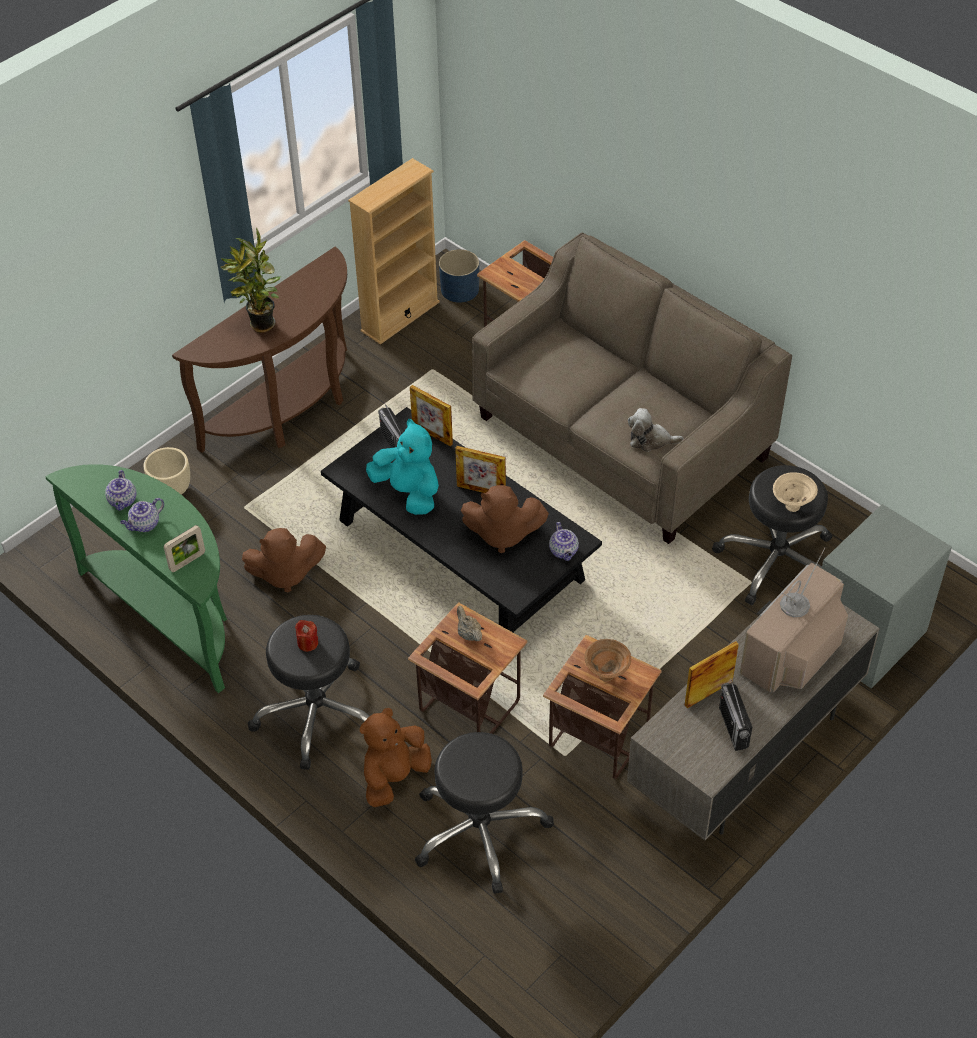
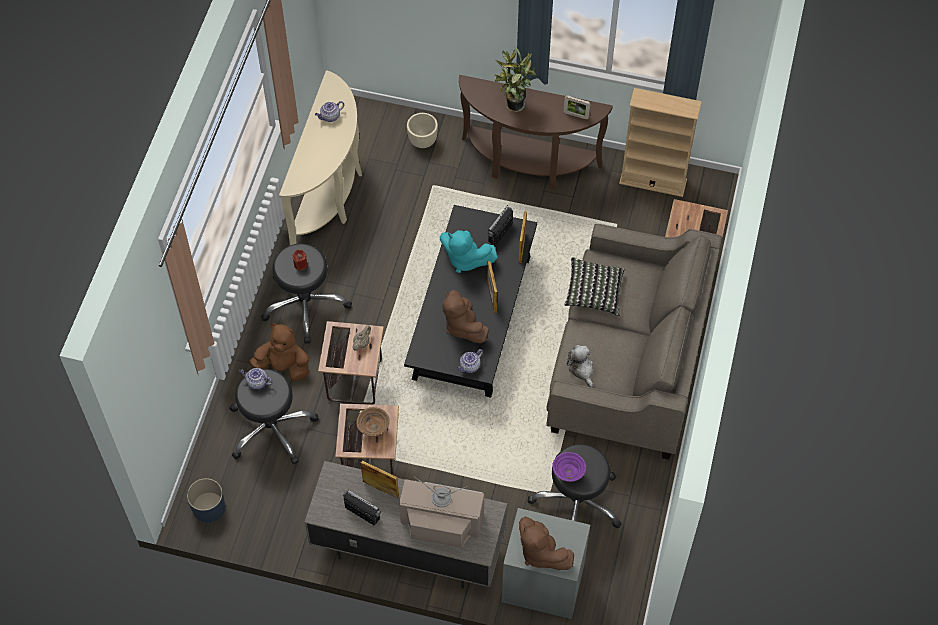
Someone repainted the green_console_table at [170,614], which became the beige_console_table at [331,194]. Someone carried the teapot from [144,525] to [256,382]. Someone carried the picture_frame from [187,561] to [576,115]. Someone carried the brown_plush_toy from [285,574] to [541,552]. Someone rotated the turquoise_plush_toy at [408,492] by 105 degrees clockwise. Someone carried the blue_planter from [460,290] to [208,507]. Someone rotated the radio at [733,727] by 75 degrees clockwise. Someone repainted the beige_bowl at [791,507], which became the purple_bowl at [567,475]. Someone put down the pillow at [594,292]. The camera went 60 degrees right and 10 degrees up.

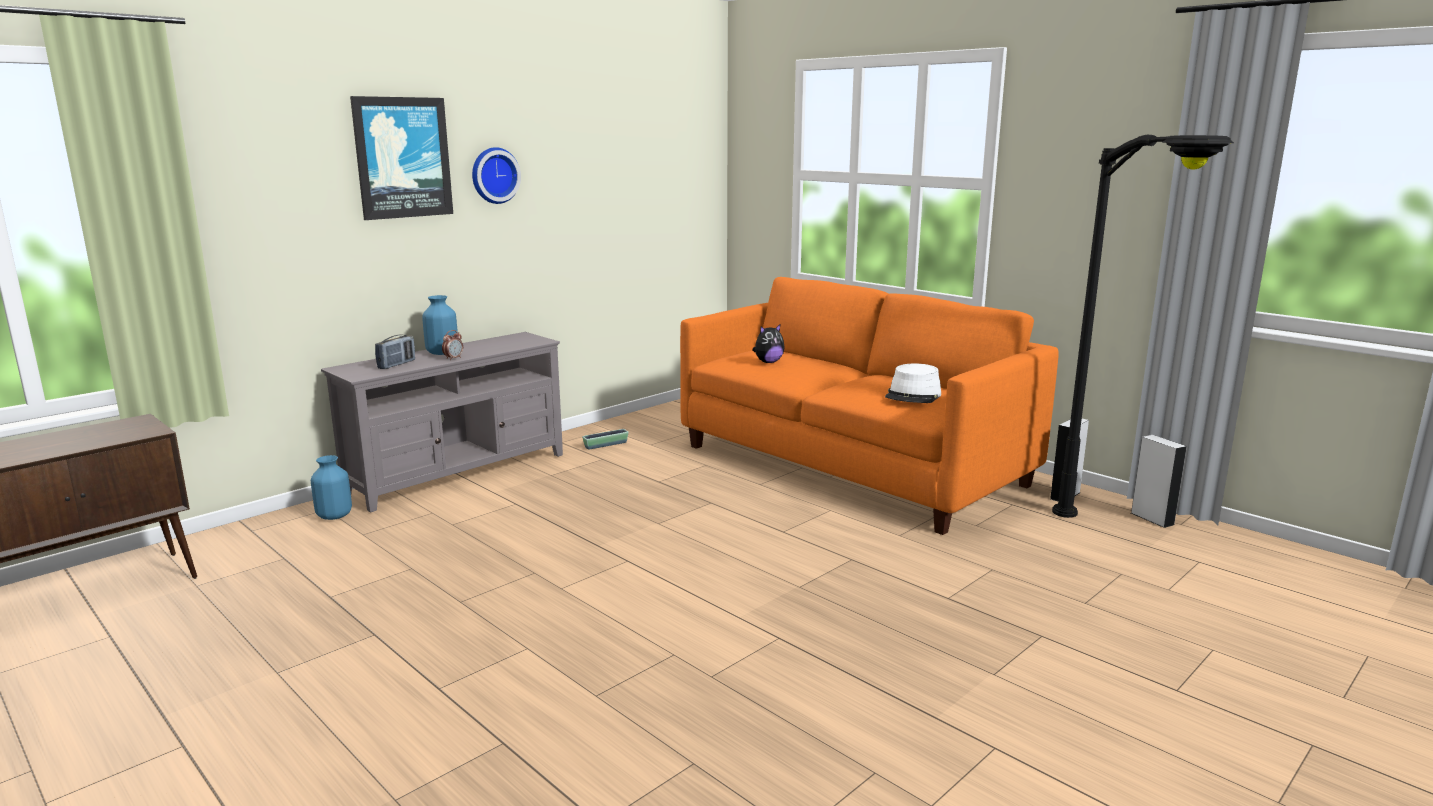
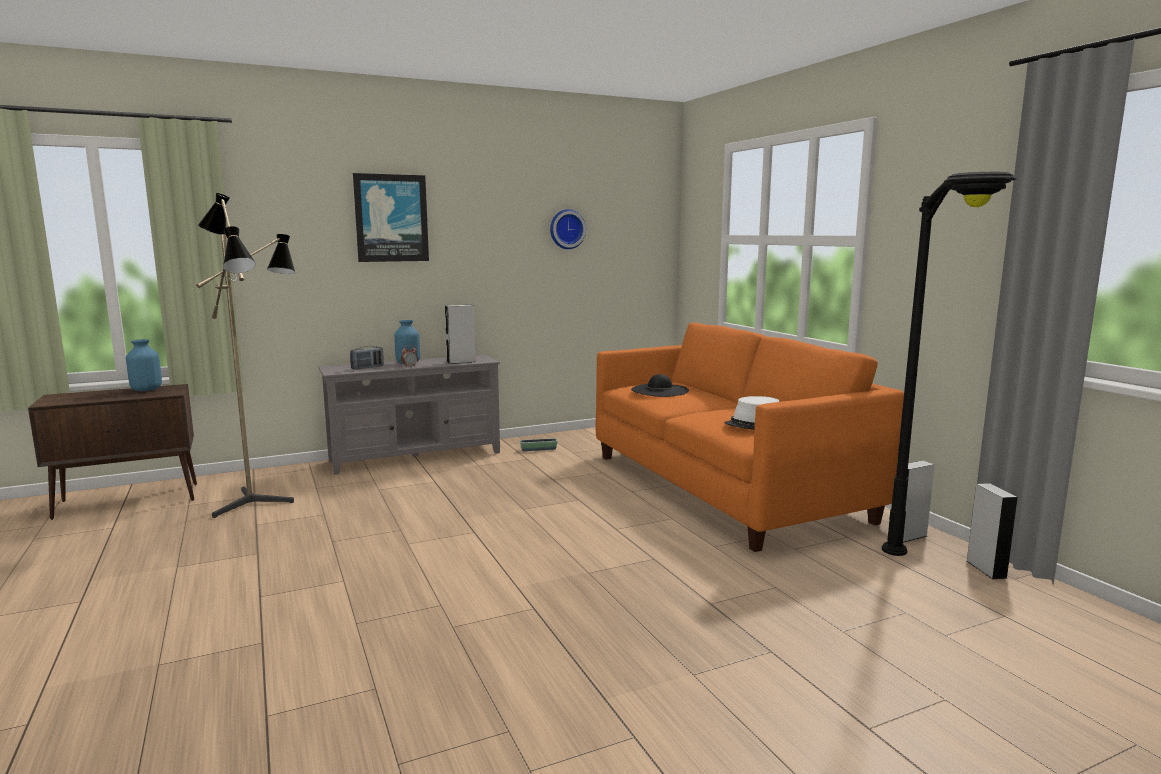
Someone carried the blue_vase from [334,515] to [147,389]. Someone carried the wall_clock from [494,175] to [566,229]. Someone swapped the plush_toy at [768,362] for the black_hat at [660,390]. Someone put down the floor_lamp at [260,501]. Someone put down the grey_speaker at [461,362]. The camera went 20 degrees right and 5 degrees down.

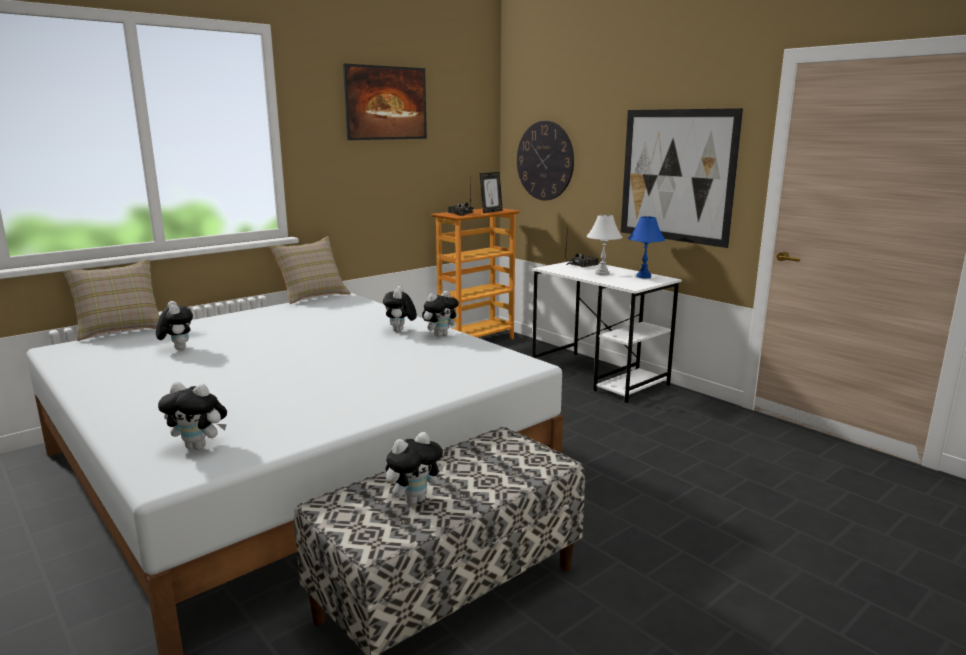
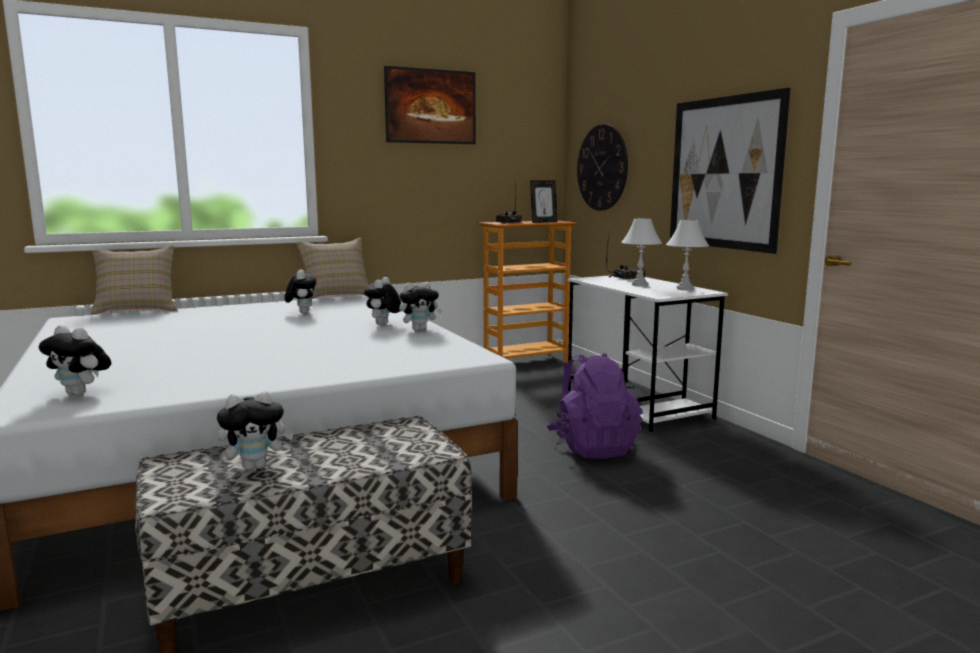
Someone carried the plush_toy from [177,349] to [302,313]. Someone repainted the blue_table_lamp at [643,276], which became the white_table_lamp at [684,289]. Someone put down the purple_backpack at [593,447]. The camera went 15 degrees right and 5 degrees down.

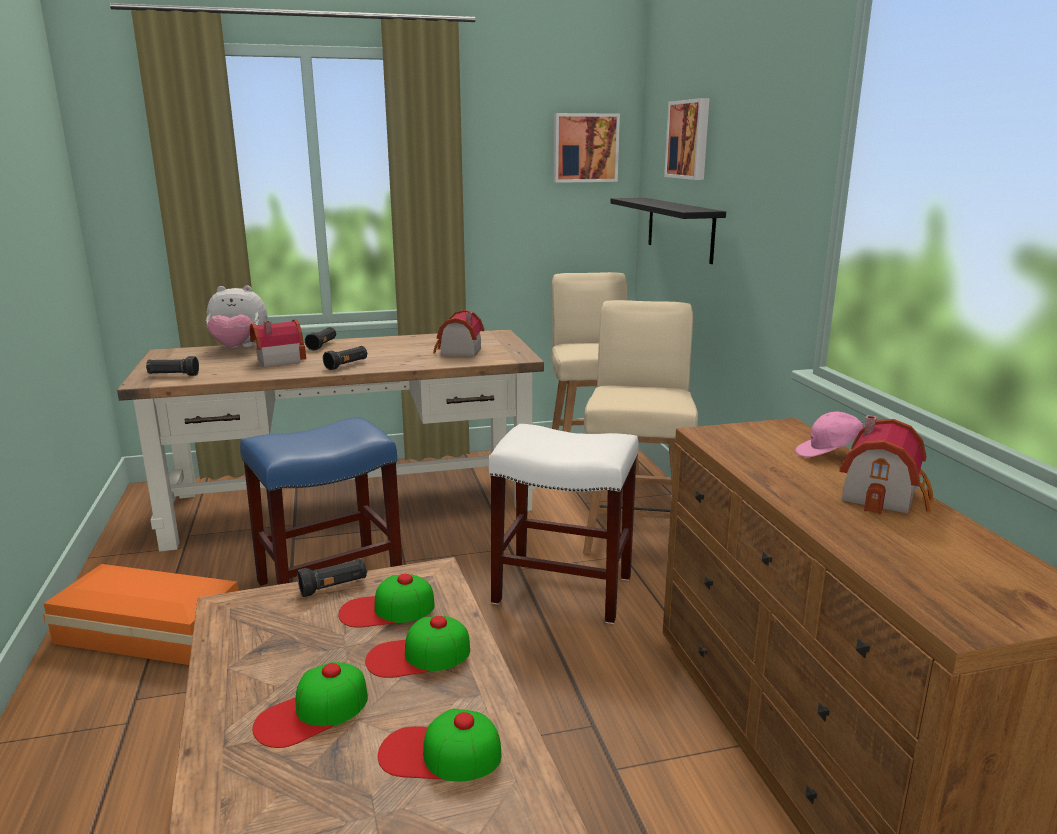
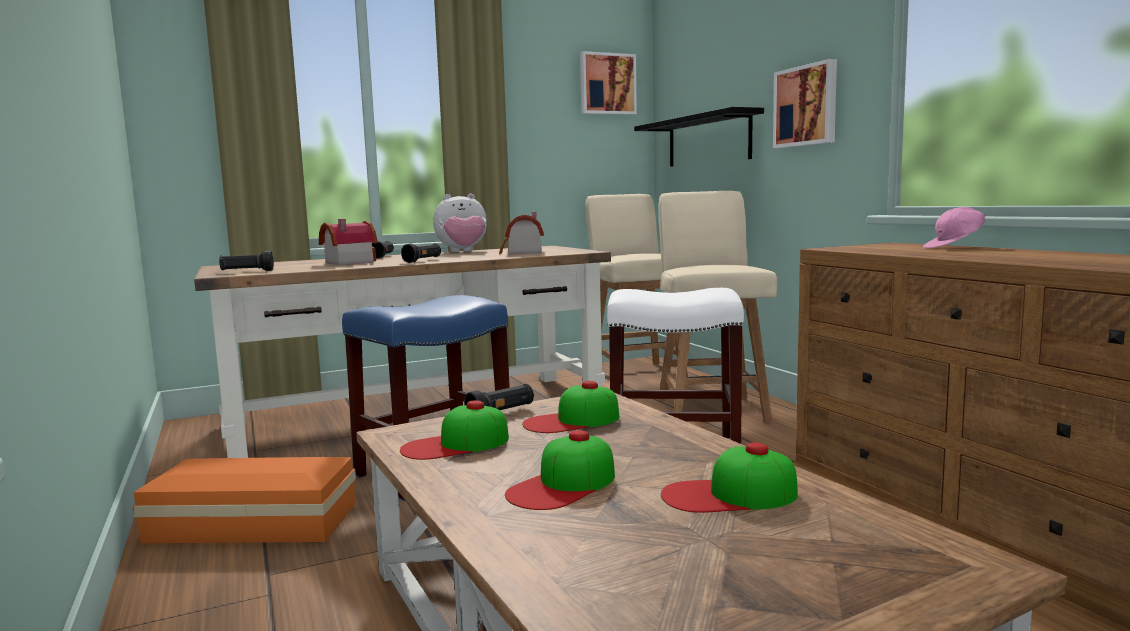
Someone carried the plush_toy from [239,348] to [462,251]. Someone carried the cap from [418,656] to [455,444]. Someone carried the picture from [689,139] to [806,106]. Someone took away the toy_house at [884,495]. The camera went 10 degrees left and 10 degrees down.

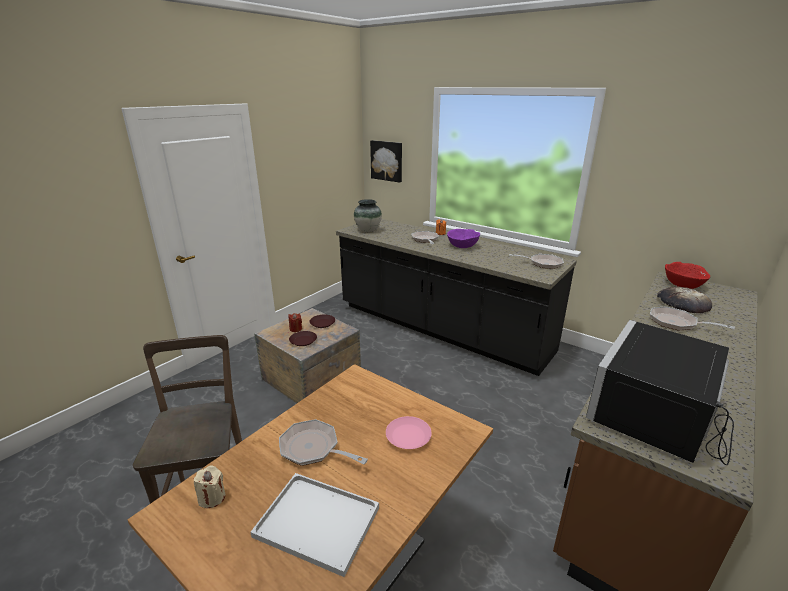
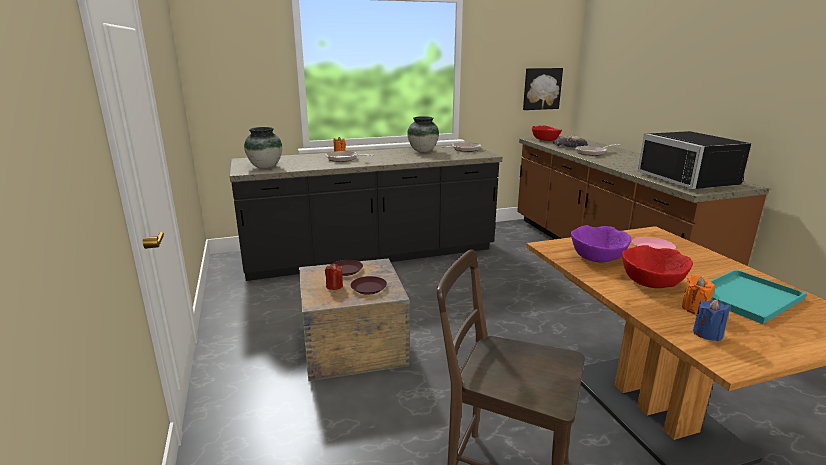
Someone repainted the beige_candle at [212,497], which became the blue_candle at [707,334]. Someone repainted the white_tray at [314,522], which became the turquoise_tray at [747,298]. Someone swapped the frying_pan at [313,449] for the red_bowl at [652,281]. Someone carried the picture from [387,161] to [541,88]. Someone carried the purple_bowl from [462,246] to [597,257]. Someone put down the vase at [423,151]. Someone put down the orange_candle at [694,308]. The camera went 55 degrees left and 5 degrees down.

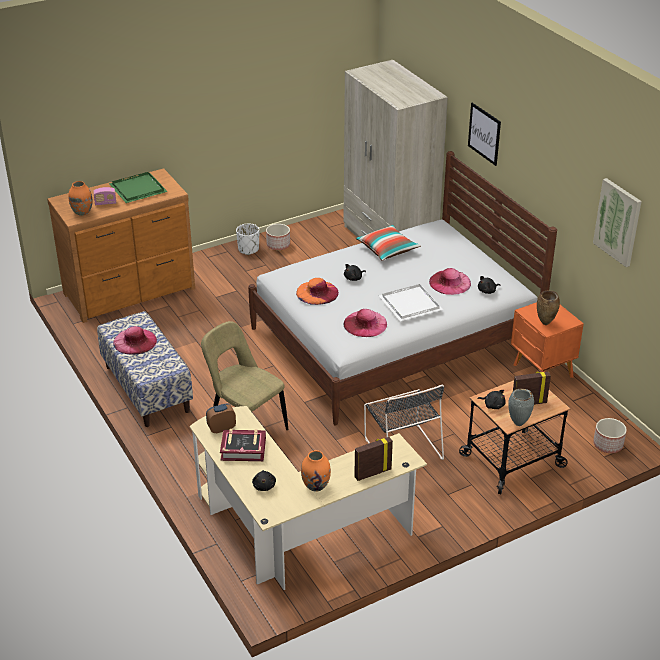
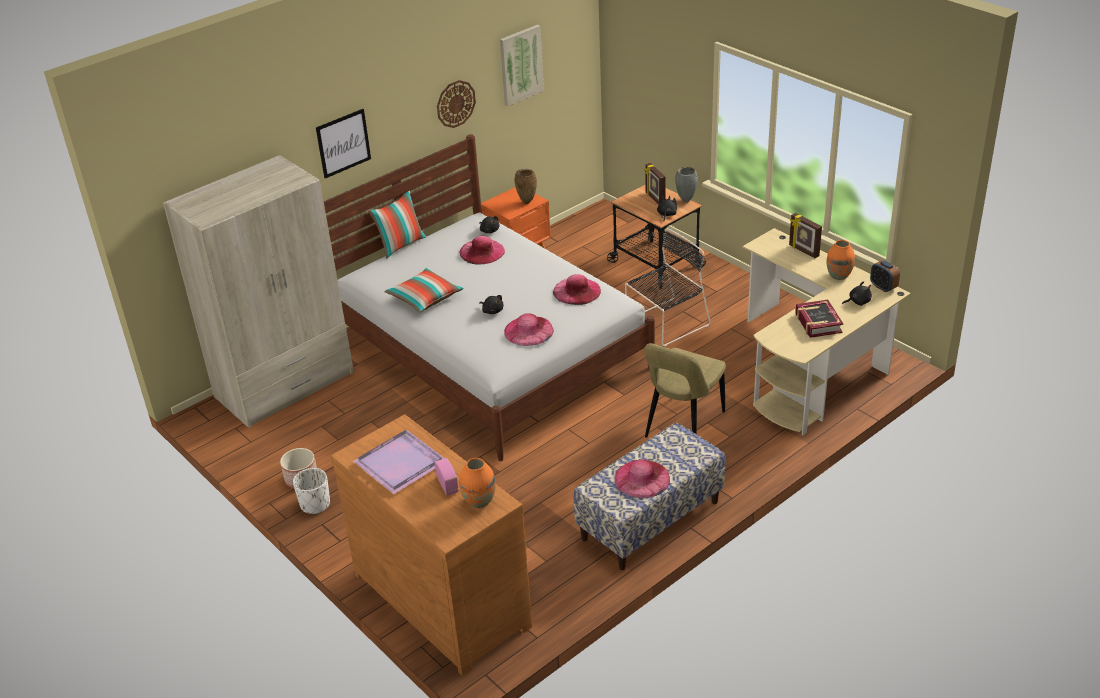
Someone repainted the green_tray at [139,189], which became the purple_tray at [400,462]. Someone carried the alarm_clock from [221,428] to [883,287]. Someone repainted the orange_hat at [317,292], which became the pink_hat at [528,331]. Someone took away the white_tray at [411,304]. Someone took away the planter at [607,444]. Someone put down the pillow at [401,245]. Someone put up the wall_clock at [455,103]. The camera went 100 degrees left and 0 degrees up.

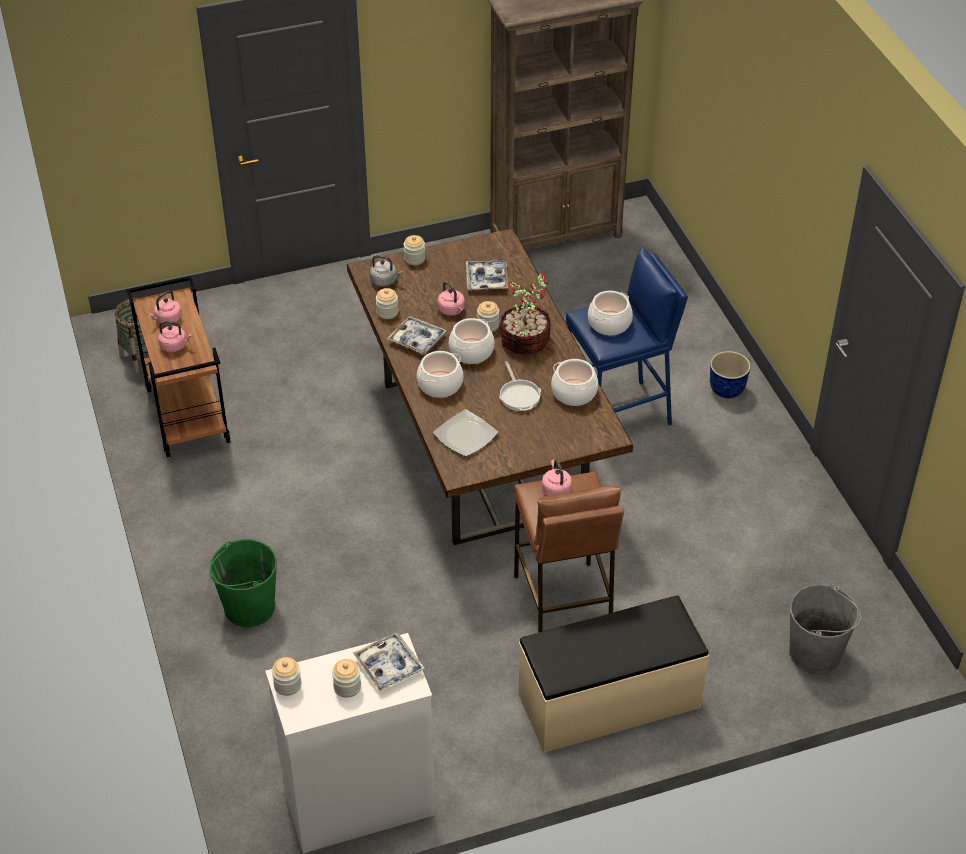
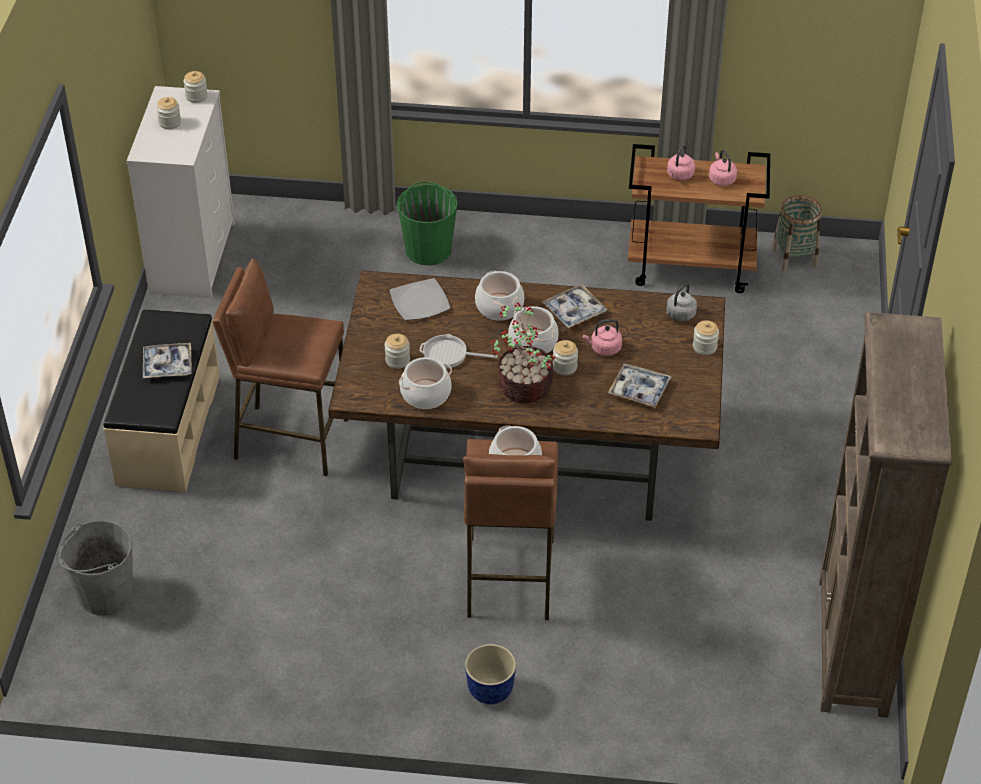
Someone carried the tray from [389,666] to [167,365]. Someone carried the jar from [387,312] to [397,360]. Someone took away the pink_kettle at [556,489]. Someone repainted the blue_stool at [618,414], which became the brown_stool at [509,578]. The camera went 115 degrees right and 0 degrees up.

